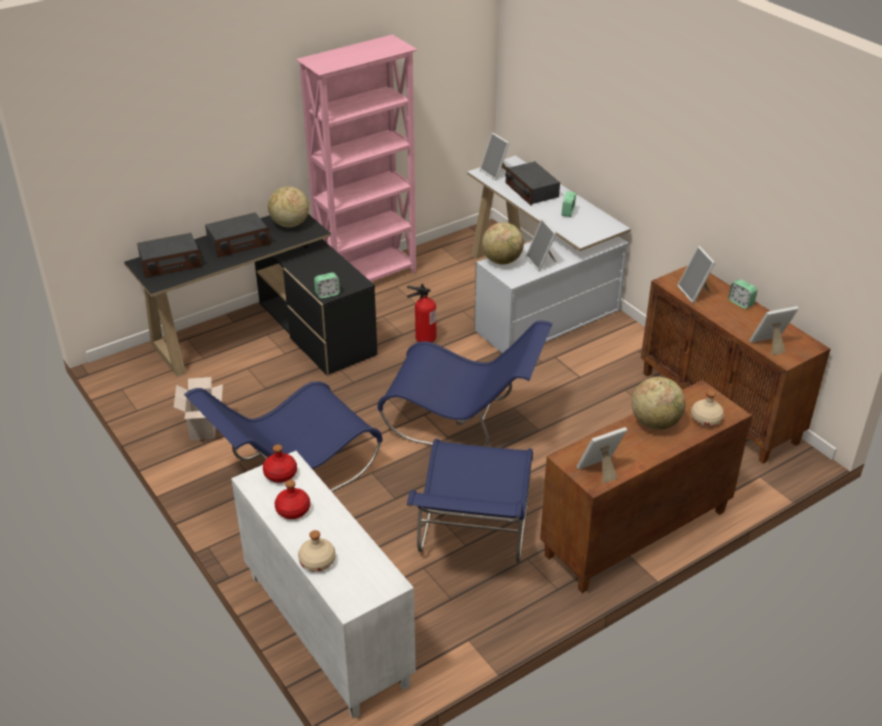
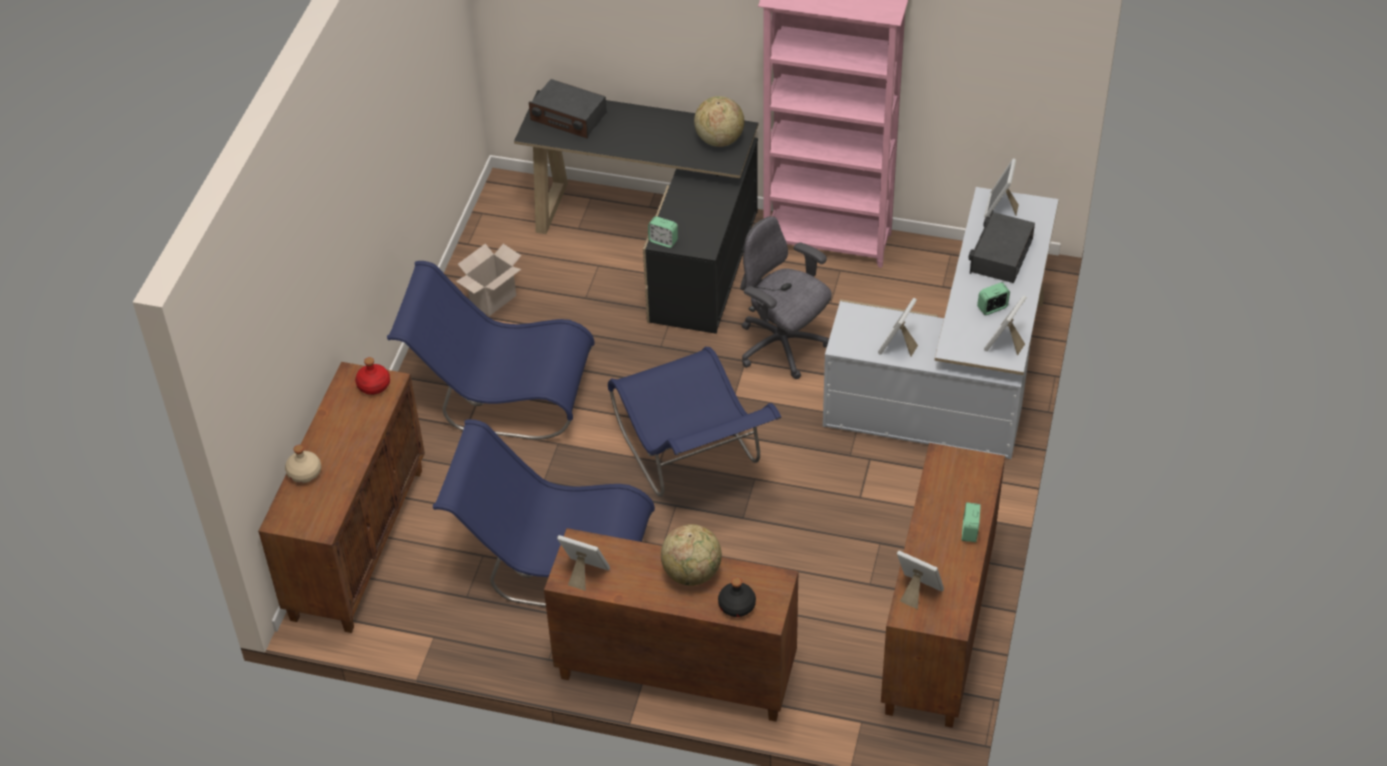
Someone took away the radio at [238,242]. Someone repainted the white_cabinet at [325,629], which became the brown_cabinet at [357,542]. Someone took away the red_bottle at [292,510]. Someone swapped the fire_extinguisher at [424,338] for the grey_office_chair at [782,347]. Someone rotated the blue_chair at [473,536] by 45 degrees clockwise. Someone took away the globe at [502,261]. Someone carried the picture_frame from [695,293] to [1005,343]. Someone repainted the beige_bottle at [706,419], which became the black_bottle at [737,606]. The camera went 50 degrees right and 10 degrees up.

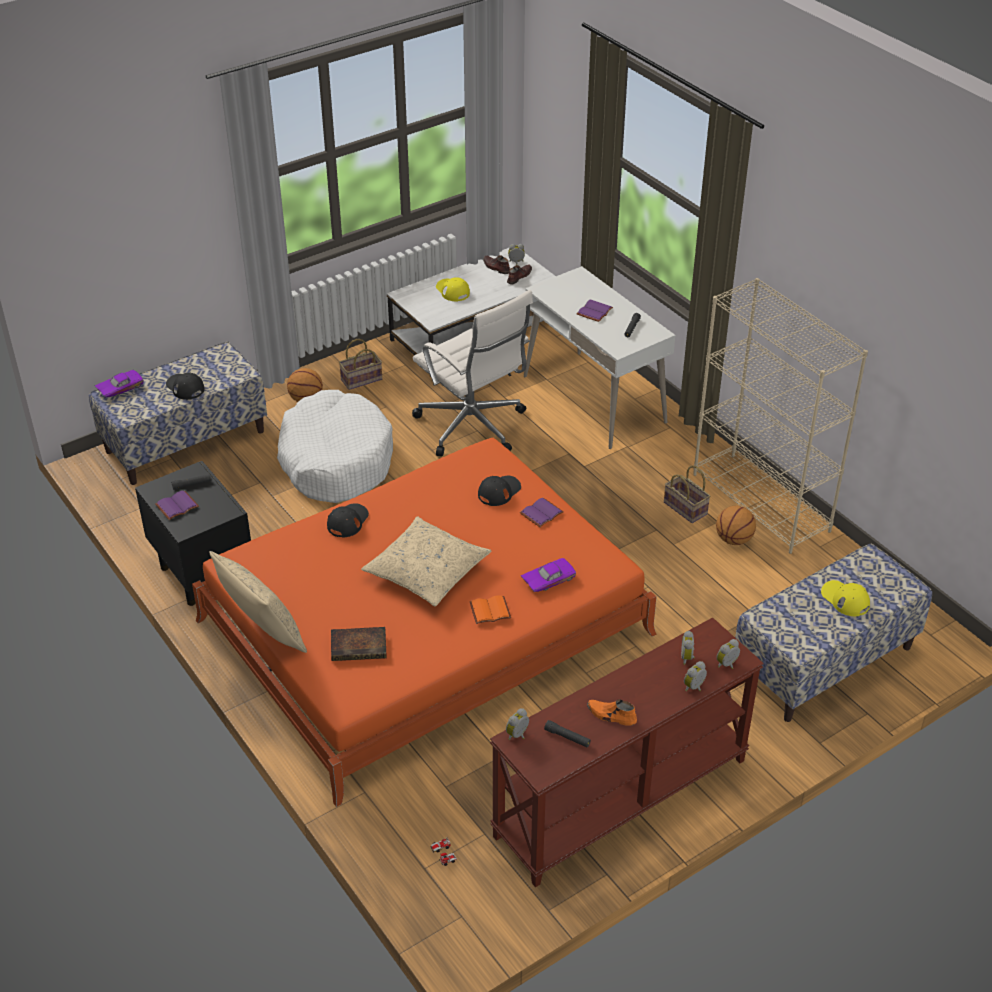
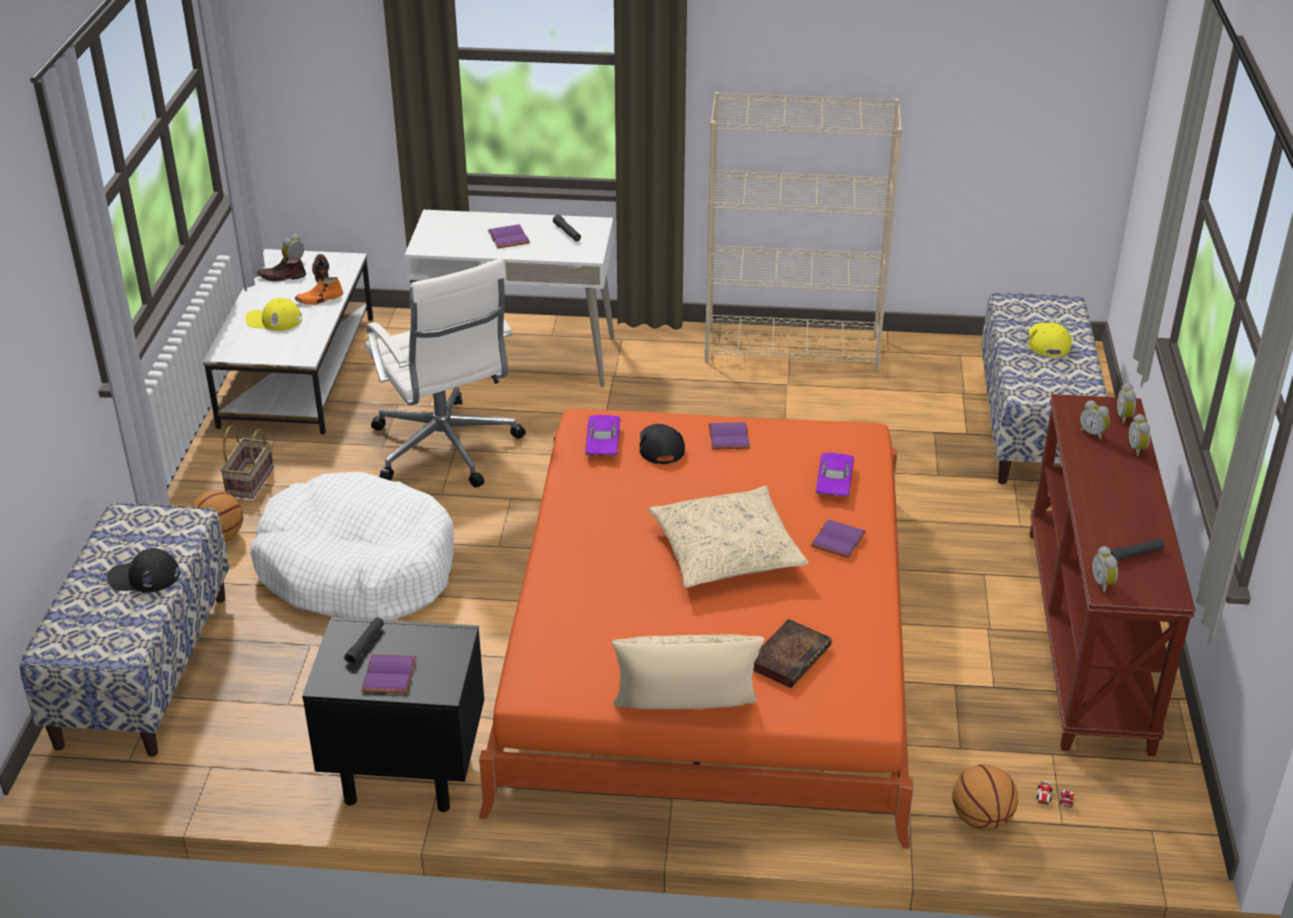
Someone carried the purple_toy_car from [119,387] to [601,442]. Someone took away the black_cap at [347,521]. Someone rotated the white_office_chair at [472,427] by 60 degrees clockwise. Someone repainted the orange_book at [490,610], which became the purple_book at [837,539]. Someone carried the orange_shoe from [611,715] to [319,299]. Someone took away the basket at [686,508]. Someone carried the basketball from [733,539] to [980,819]. Someone rotated the yellow_cap at [845,599] by 90 degrees clockwise. The camera went 50 degrees left and 5 degrees down.

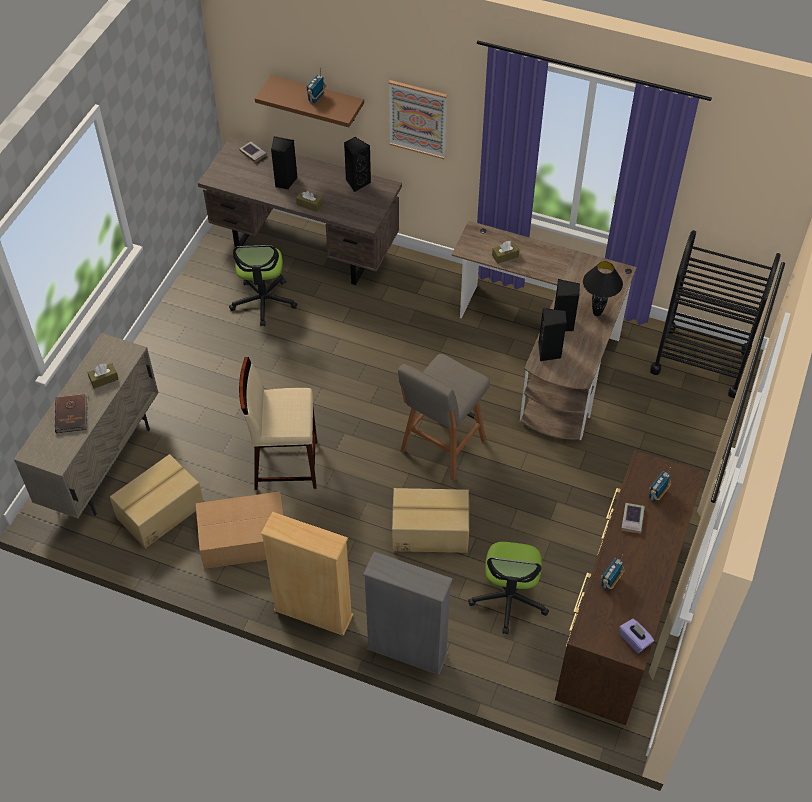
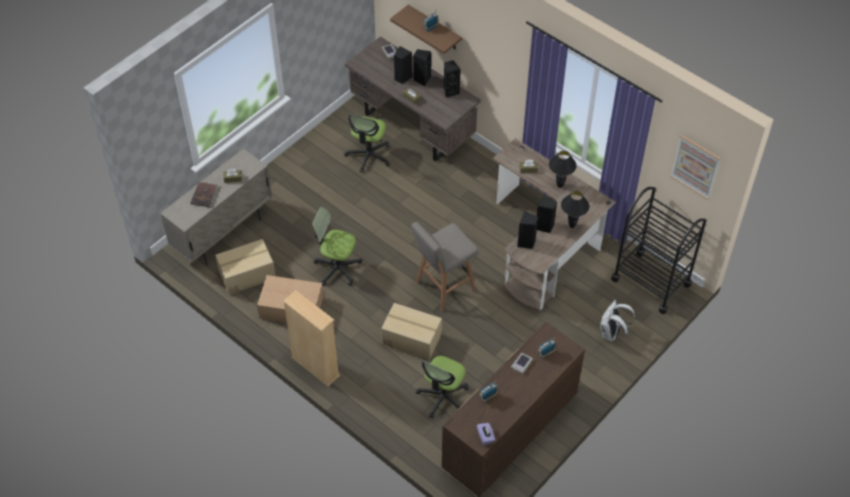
Someone swapped the beige_stool at [285,464] for the office_chair at [337,268]. Someone took away the grey_bookcase at [407,651]. Someone carried the picture from [418,119] to [695,166]. Someone put down the black_speaker at [422,79]. Someone put down the black_table_lamp at [559,186]. Someone put down the white_backpack at [611,334]. The camera went 20 degrees right and 0 degrees up.

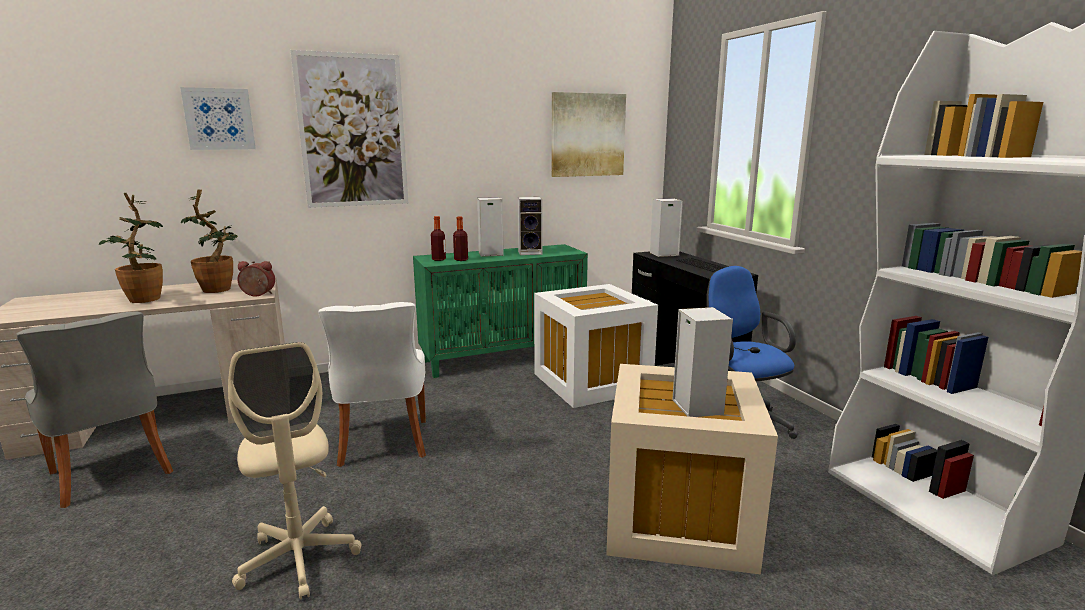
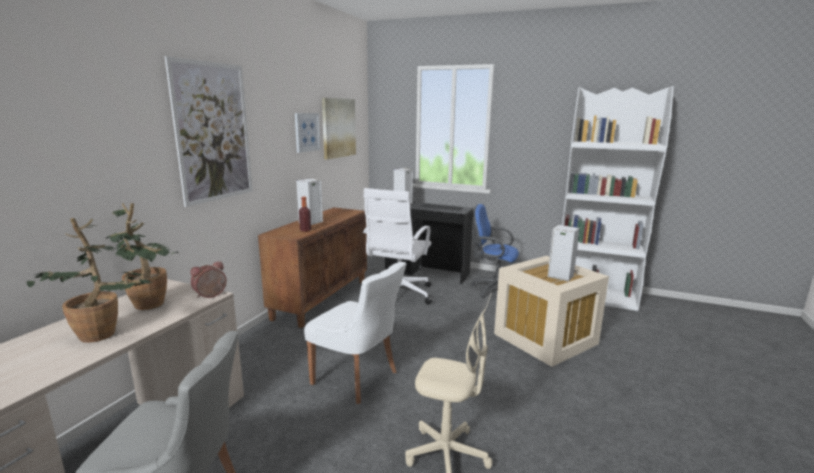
Someone carried the picture from [219,119] to [306,132]. Someone repainted the green_cabinet at [503,357], which became the brown_cabinet at [321,299]. Someone took away the bottle at [439,259]. Someone took away the speaker at [531,252]. Someone swapped the white_storage_box at [589,382] for the white_office_chair at [397,295]. The camera went 45 degrees left and 0 degrees up.

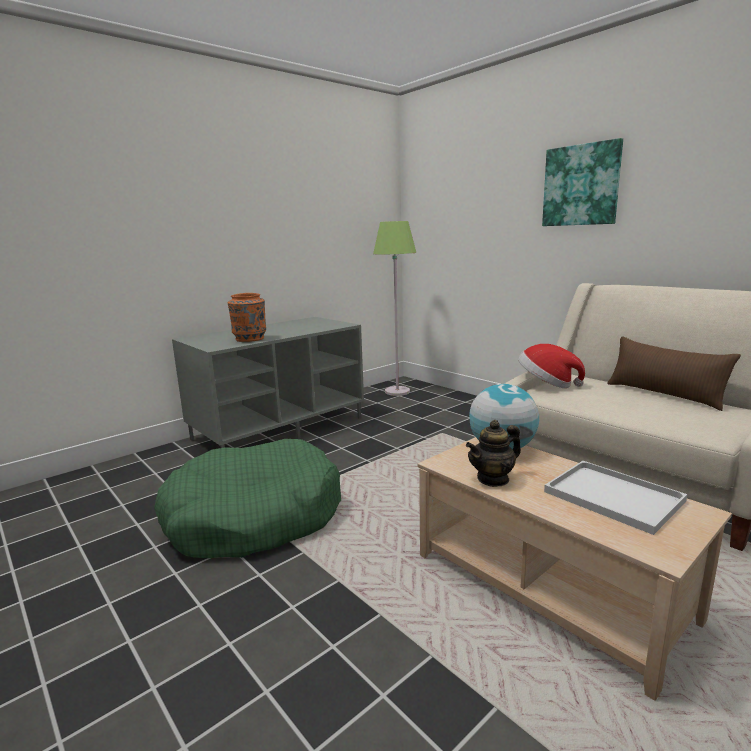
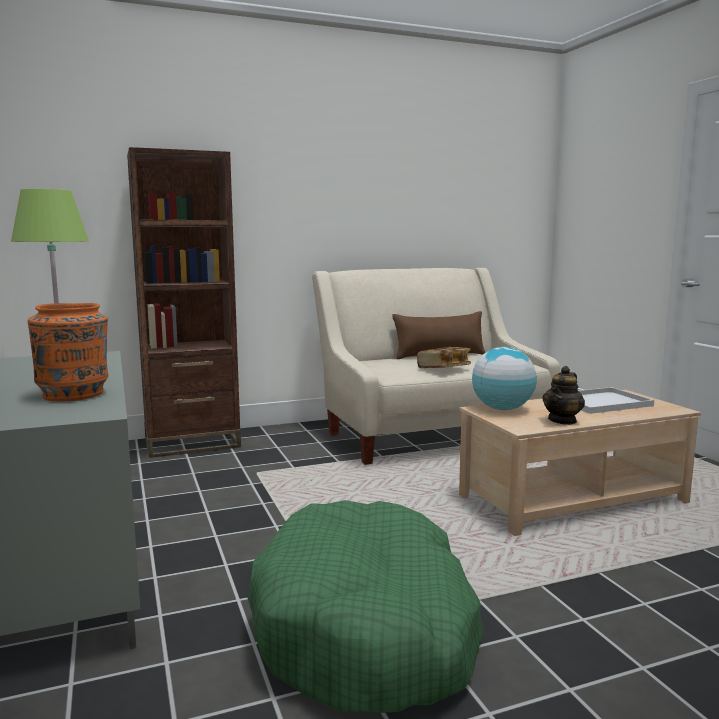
Someone rotated the teapot at [493,479] by 45 degrees clockwise. Someone took away the hat at [546,384]. Someone took away the picture at [581,185]. Someone put down the brown_bookcase at [192,443]. Someone put down the book at [443,369]. The camera went 70 degrees left and 5 degrees down.

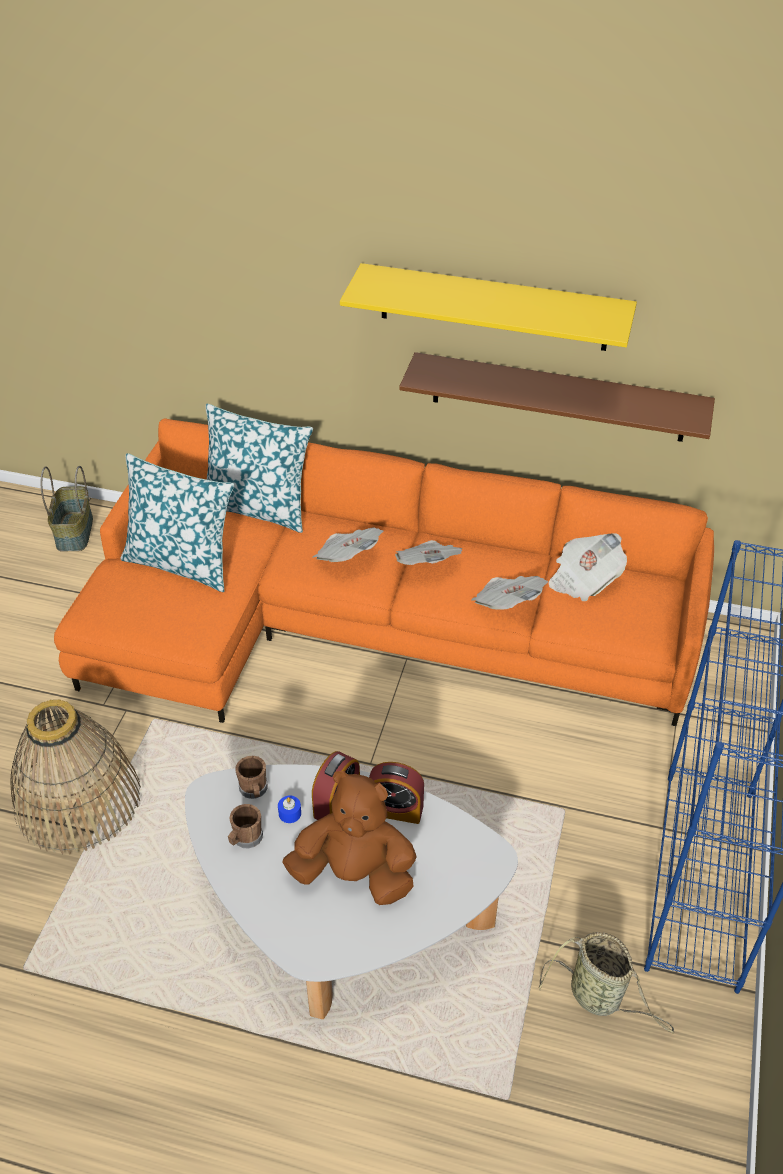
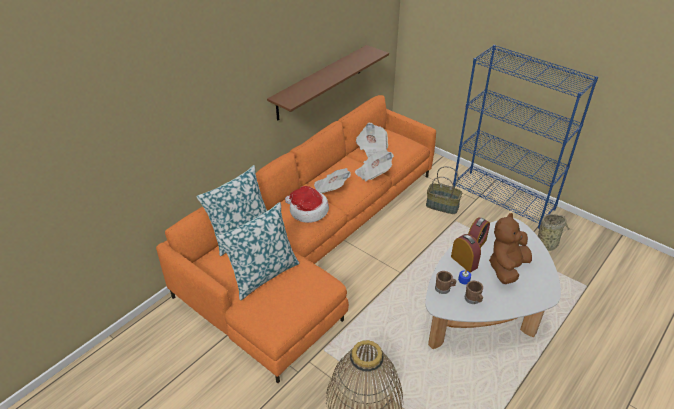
Someone carried the basket from [75,532] to [442,206]. Someone swapped the newspaper at [348,557] for the hat at [307,211]. Someone took away the yellow_shelf at [493,307]. The camera went 65 degrees left and 5 degrees down.

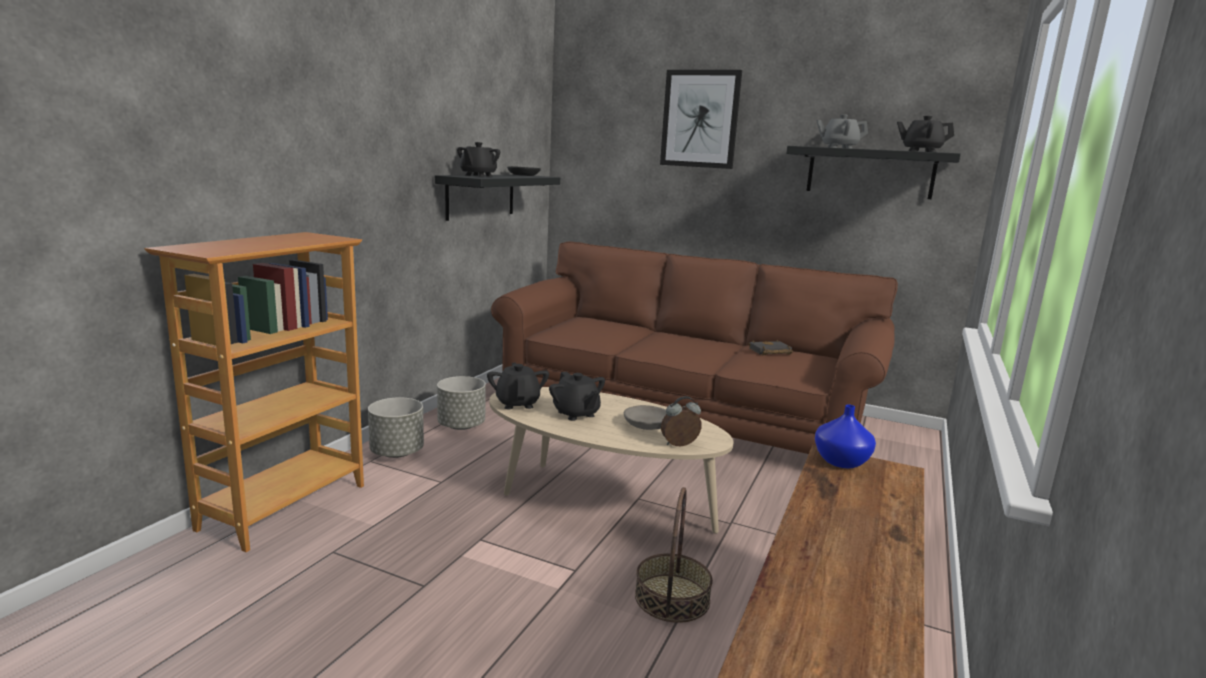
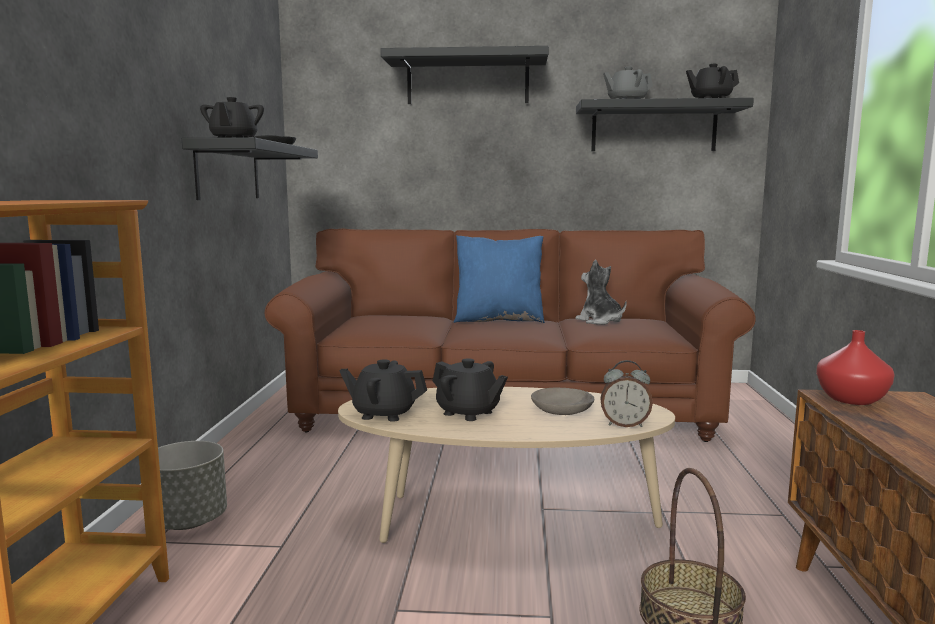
Someone took away the grey_planter at [461,426]. Someone rotated the black_teapot at [517,403] by 45 degrees counterclockwise. Someone swapped the picture at [700,119] for the black_shelf at [467,80]. Someone rotated the alarm_clock at [680,445] by 135 degrees counterclockwise. Someone swapped the black_book at [769,352] for the plush_toy at [600,321]. Someone repainted the blue_vase at [842,461], which became the red_vase at [852,399]. Someone put down the blue_pillow at [499,320]. The camera went 20 degrees left and 5 degrees down.

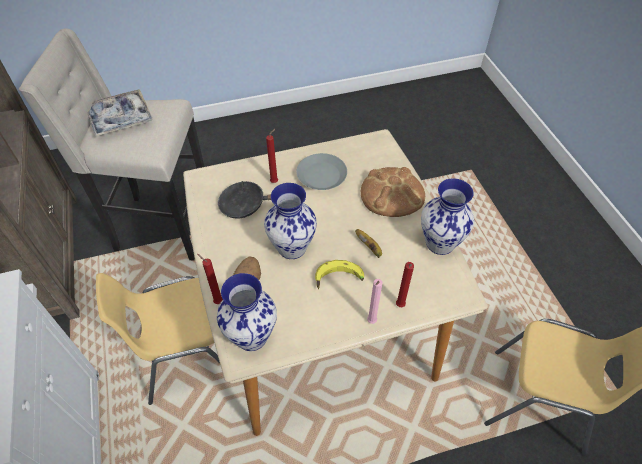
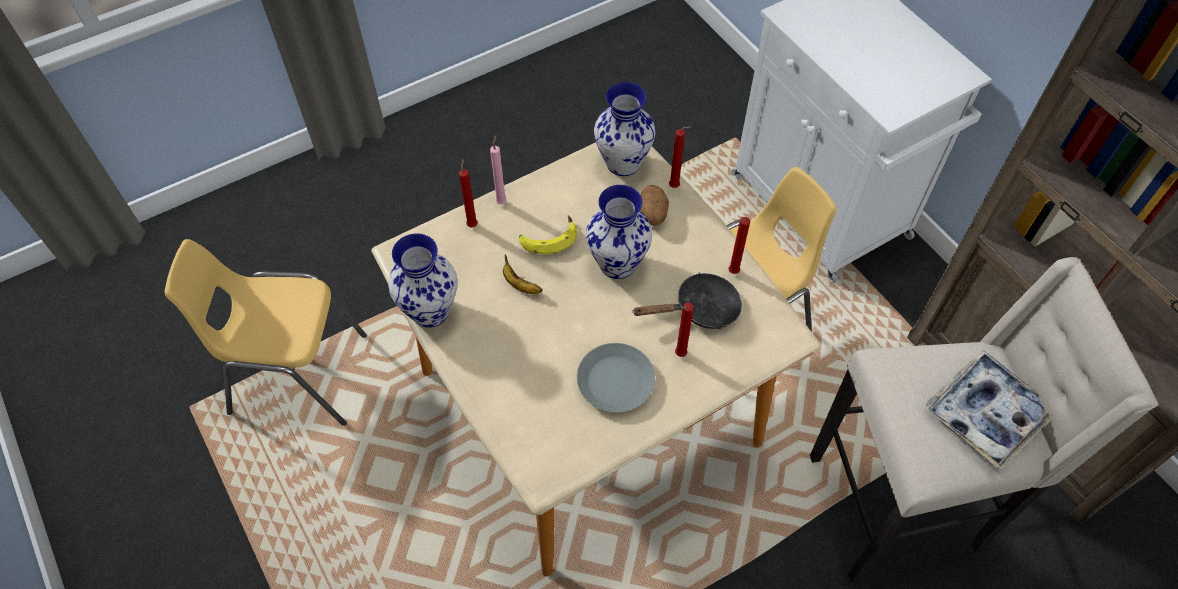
Someone took away the bread at [392,194]. Someone put down the red_candle at [732,273]. The camera went 165 degrees right and 5 degrees up.

